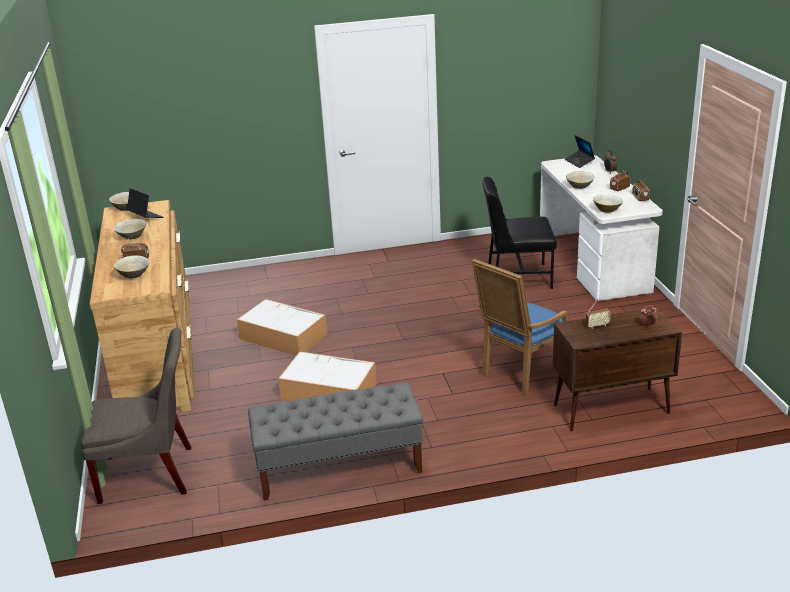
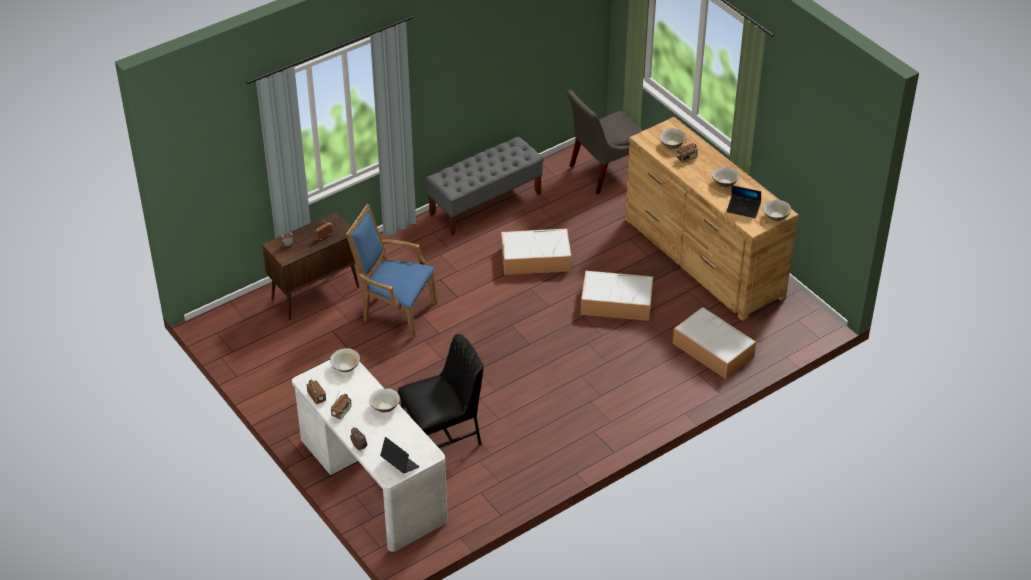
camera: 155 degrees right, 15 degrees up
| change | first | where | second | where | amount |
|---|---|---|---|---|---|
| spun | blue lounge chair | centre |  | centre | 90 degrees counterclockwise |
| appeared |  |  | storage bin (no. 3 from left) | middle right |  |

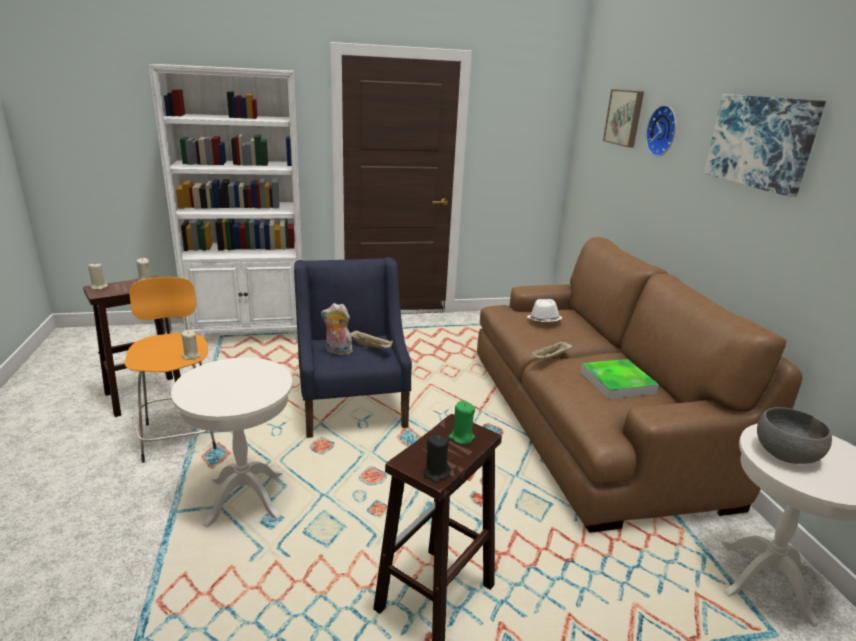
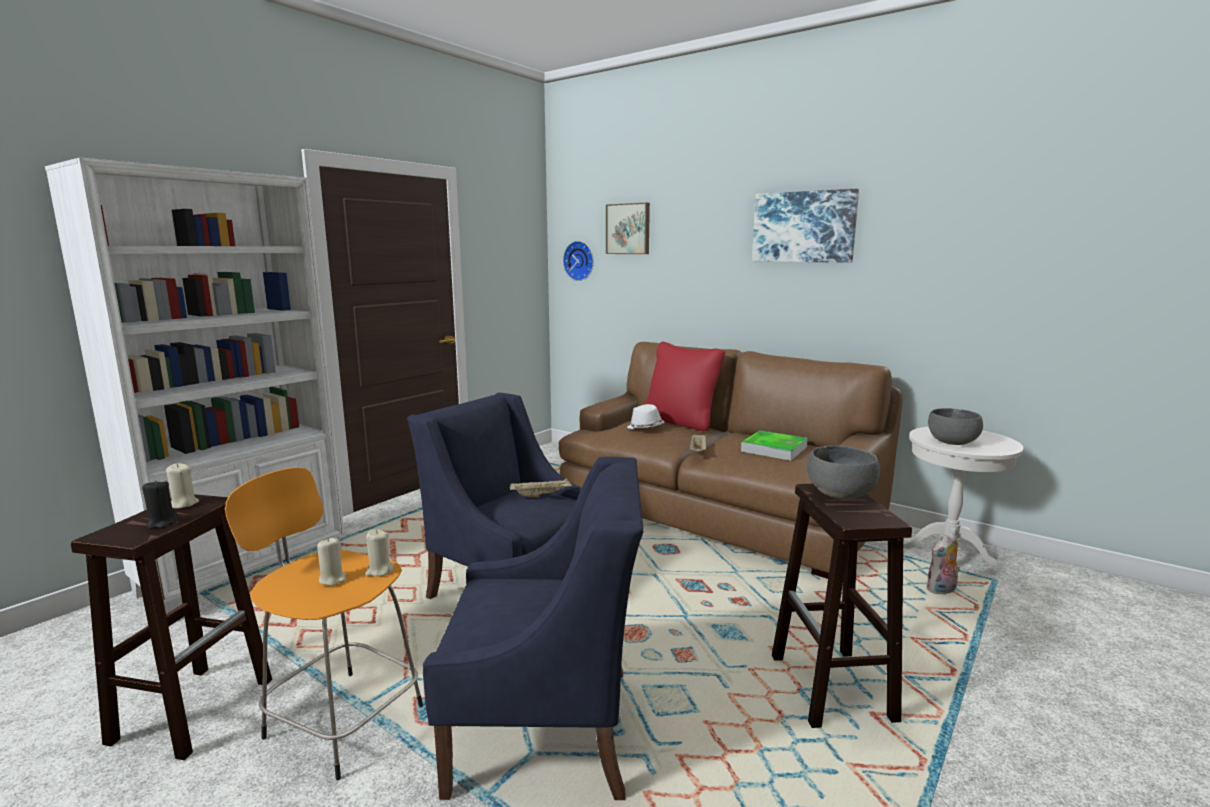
camera: 40 degrees left, 10 degrees down
| change | first | where | second | where | amount |
|---|---|---|---|---|---|
| relocated | clock on the wall | top right |  | top centre |  |
| relocated | beige wax light (no. 1 from left in the first image) | middle left | beige wax light (no. 2 from left) | bottom left |  |
| relocated | soft toy | centre |  | bottom right |  |
| exchanged | white-coloured end table (no. 1 from left) | bottom left | blue lounge chair (no. 2 from left) | bottom centre |  |
| exchanged | green-coloured wax light | centre | greyish serving bowl (no. 1 from left) | middle right |  |
| relocated | black-coloured wax light | bottom centre |  | middle left |  |
| appeared |  |  | reddish pillow | centre |  |

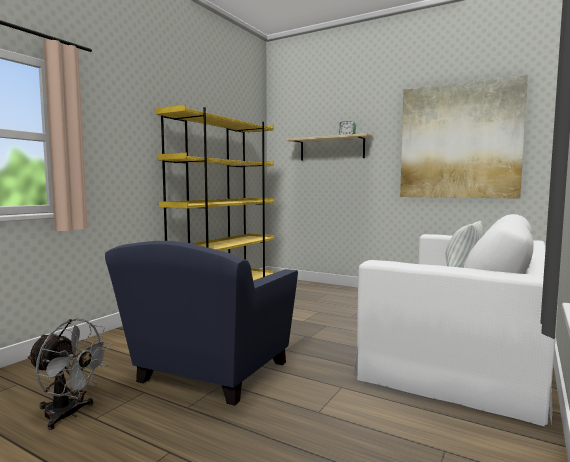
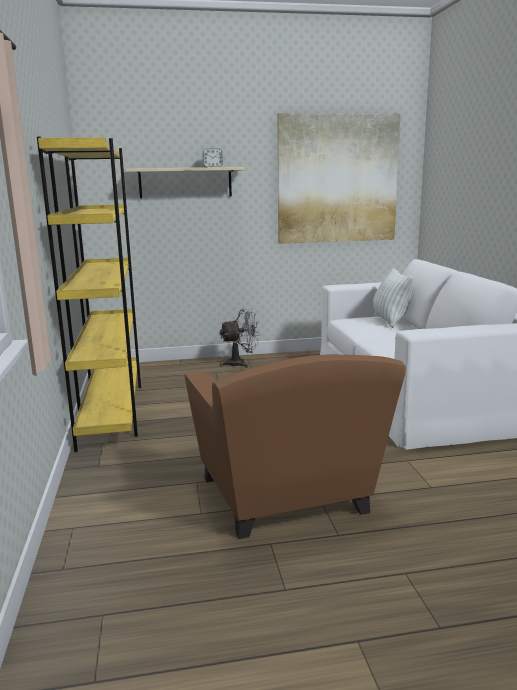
camera: 40 degrees left, 10 degrees up
| change | first | where | second | where | amount |
|---|---|---|---|---|---|
| colour | blue lounge chair | bottom centre | brownish lounge chair | centre |  |
| relocated | greyish electric fan | bottom left |  | centre |  |

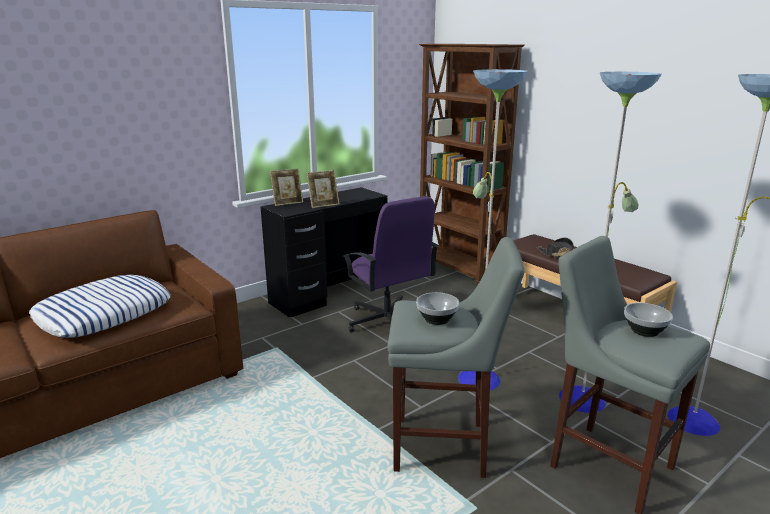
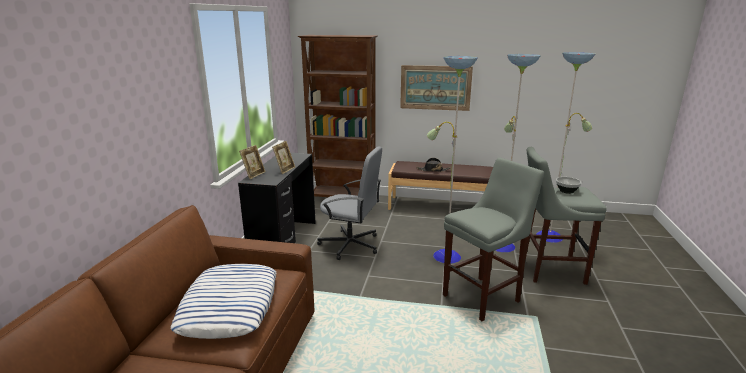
camera: 40 degrees left, 0 degrees up
| change | first | where | second | where | amount |
|---|---|---|---|---|---|
| colour | purplish computer chair | centre | greyish computer chair | centre |  |
| missing | serving bowl (no. 1 from left) | centre |  |  |  |
| appeared |  |  | wall art | top centre |  |

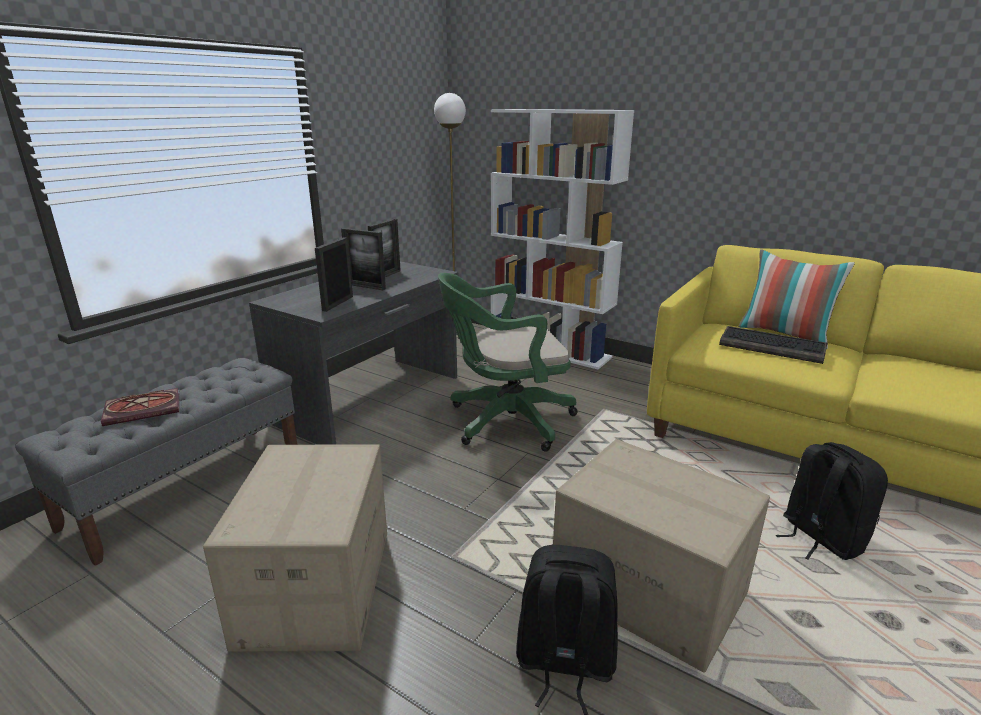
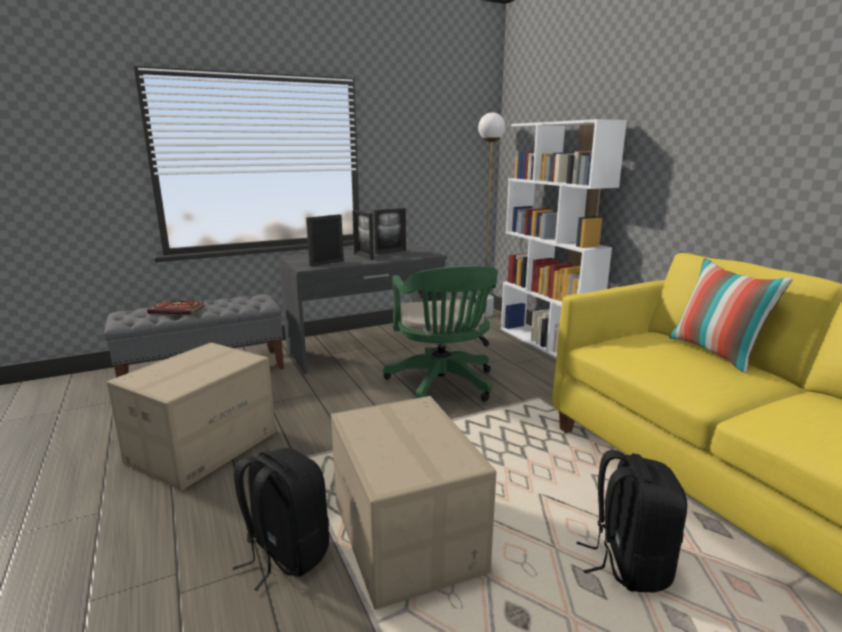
camera: 30 degrees right, 5 degrees down
| change | first | where | second | where | amount |
|---|---|---|---|---|---|
| spun | green-coloured computer chair | centre |  | centre | 120 degrees counterclockwise |
| missing | computer keyboard | middle right |  |  |  |

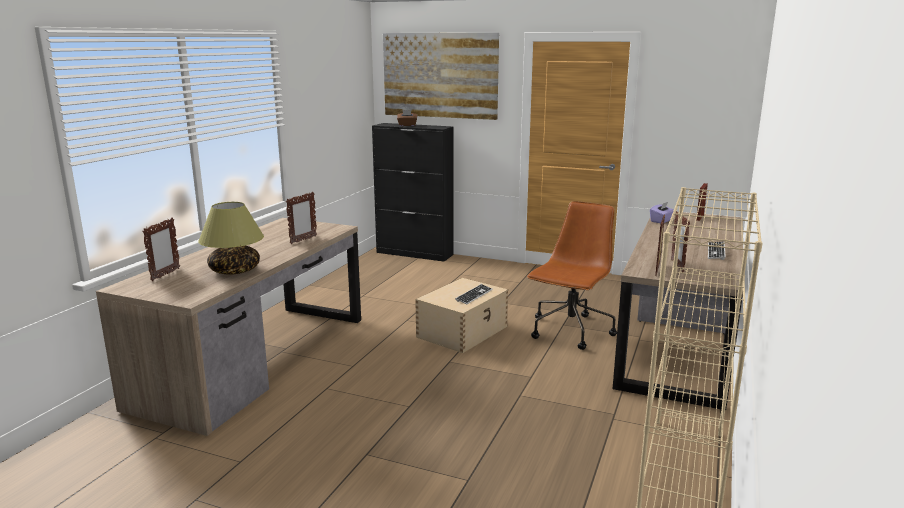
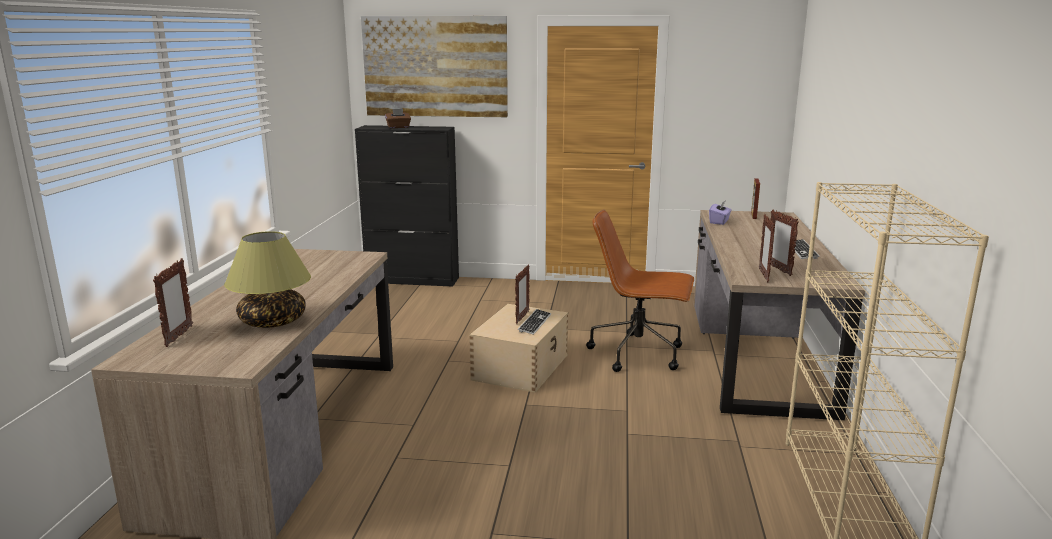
camera: 15 degrees left, 0 degrees up
| change | first | where | second | where | amount |
|---|---|---|---|---|---|
| relocated | standing frame (no. 2 from left) | middle left |  | centre |  |
| spun | brownish computer chair | centre |  | centre | 90 degrees counterclockwise |

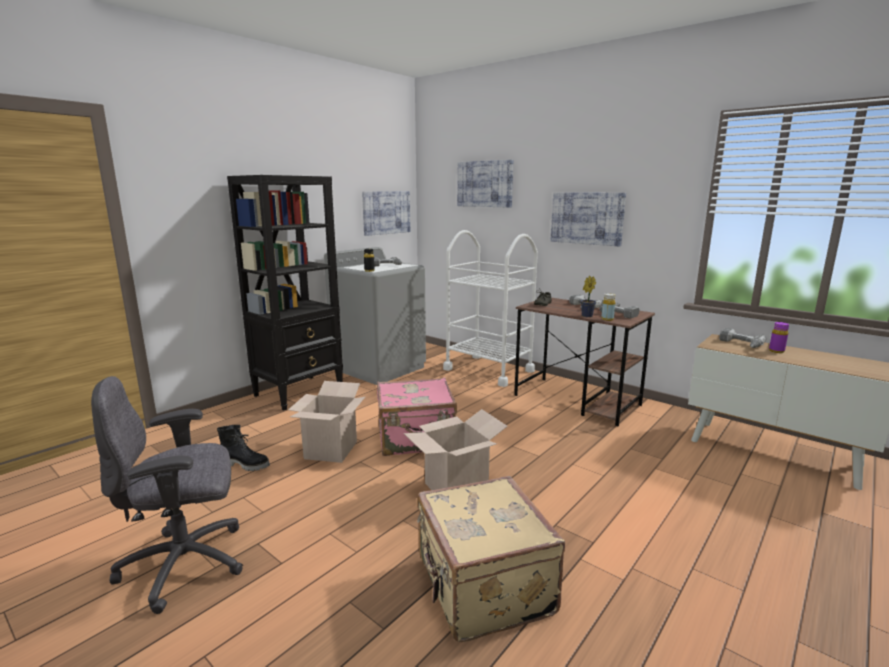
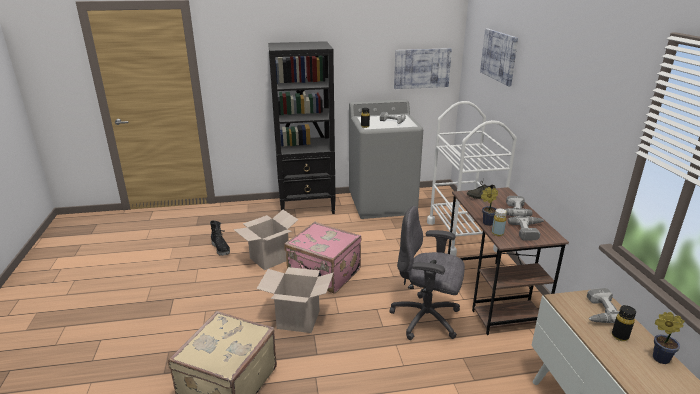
camera: 40 degrees right, 10 degrees up
| change | first | where | second | where | amount |
|---|---|---|---|---|---|
| missing | wall art (no. 3 from left) | top centre |  |  |  |
| colour | purplish bottle | middle right | black-coloured bottle (no. 2 from left) | bottom right |  |
| relocated | greyish computer chair | bottom left |  | bottom centre |  |
| appeared |  |  | houseplant (no. 2 from left) | bottom right |  |

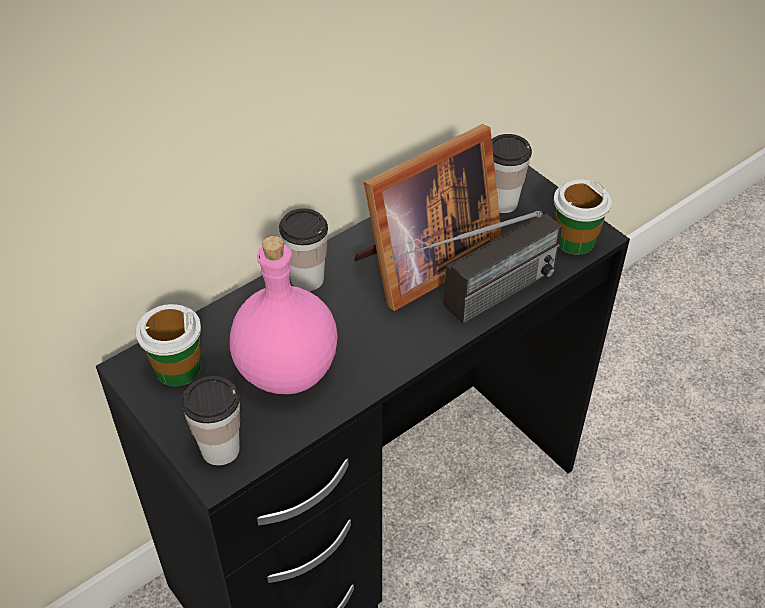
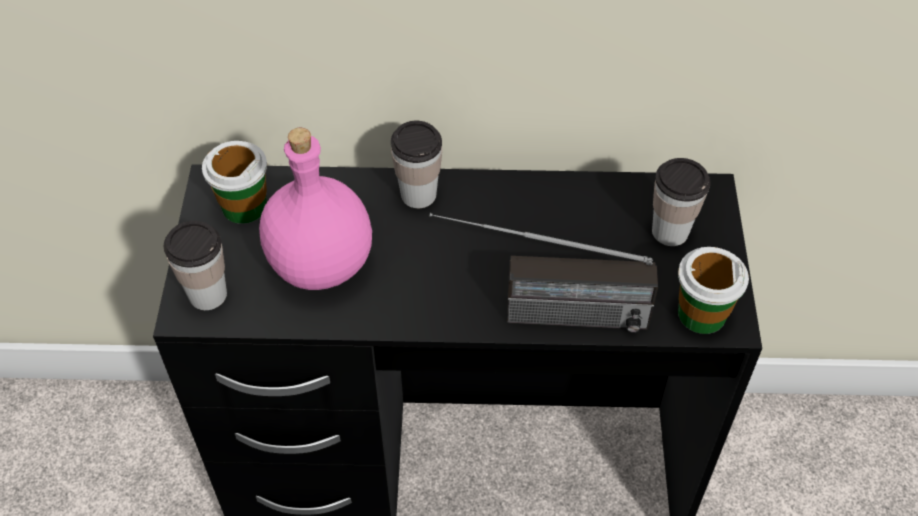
camera: 40 degrees right, 5 degrees up
| change | first | where | second | where | amount |
|---|---|---|---|---|---|
| missing | standing frame | centre |  |  |  |

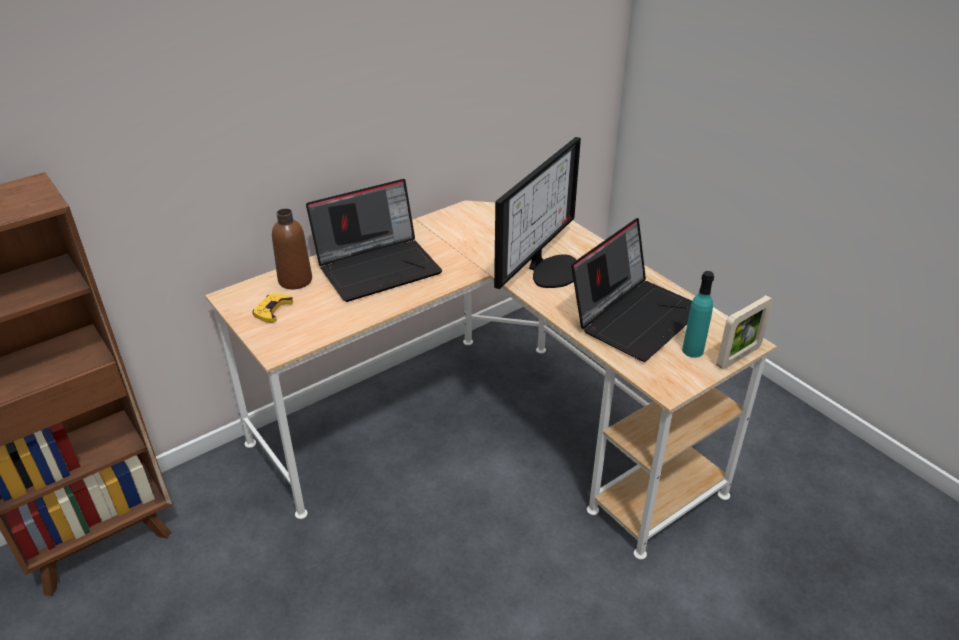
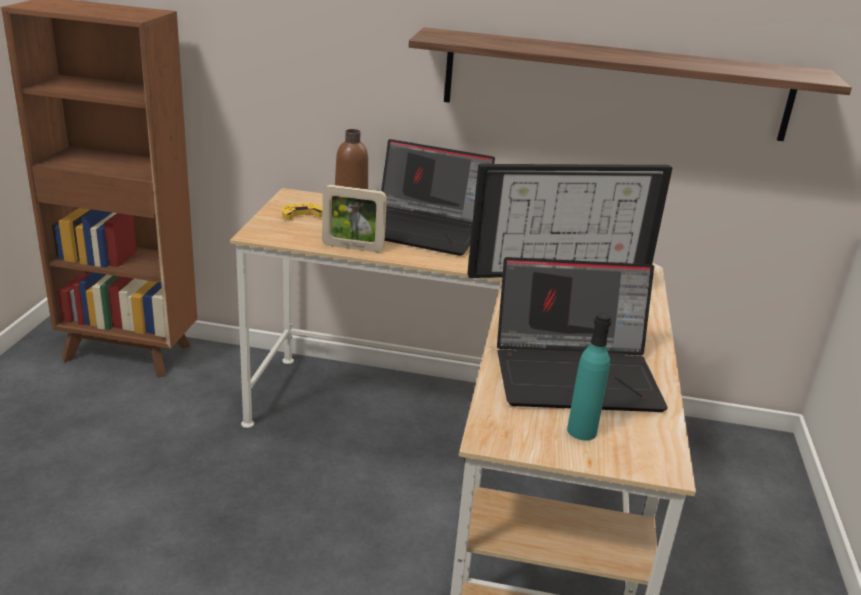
camera: 45 degrees right, 10 degrees down
| change | first | where | second | where | amount |
|---|---|---|---|---|---|
| relocated | standing frame | middle right |  | centre |  |
| appeared |  |  | shelf | top right |  |

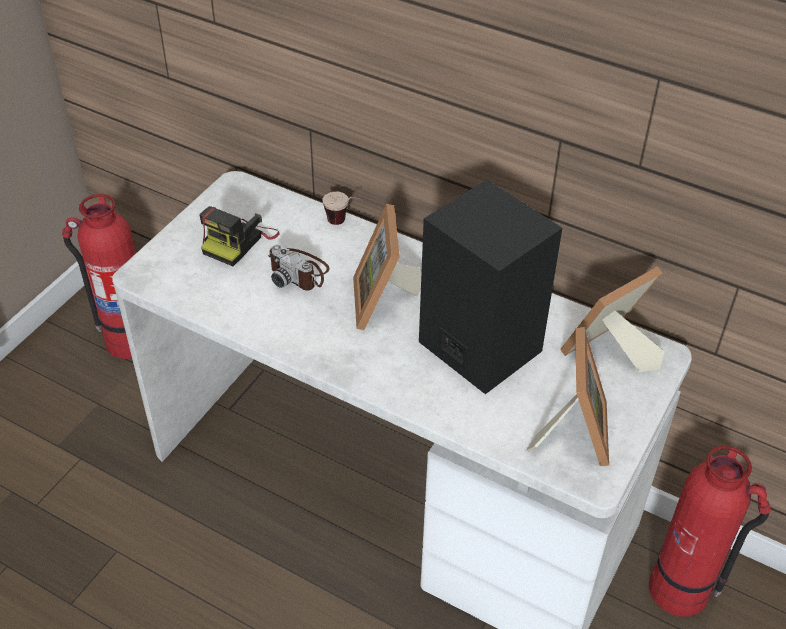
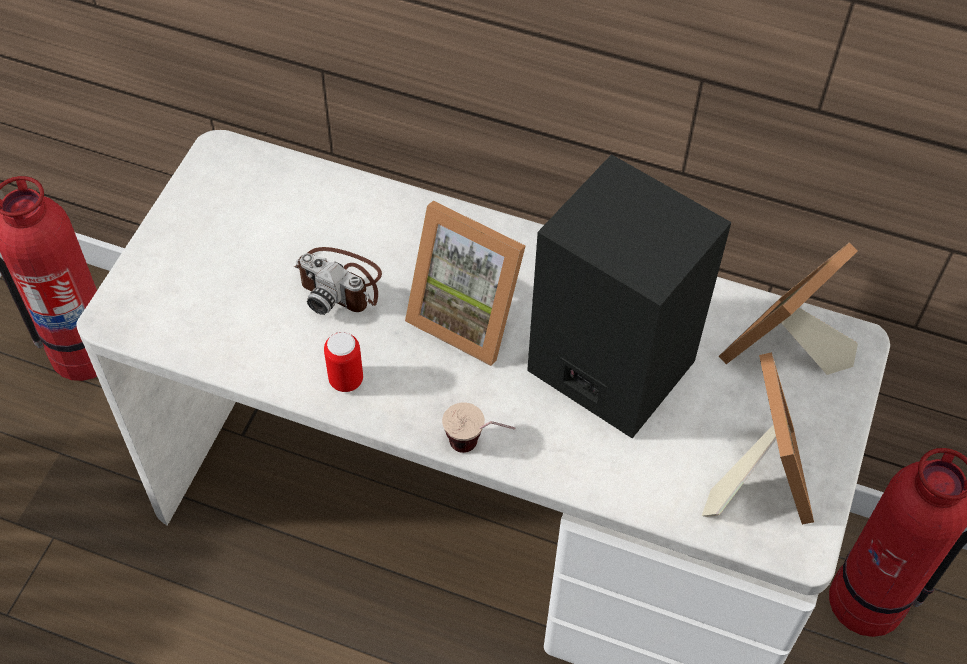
camera: 10 degrees left, 10 degrees up
| change | first | where | second | where | amount |
|---|---|---|---|---|---|
| relocated | cup | top centre |  | centre |  |
| spun | standing frame (no. 1 from left) | centre |  | centre | 45 degrees counterclockwise |
| missing | photo camera (no. 1 from left) | middle left |  |  |  |
| appeared |  |  | sealed can | centre |  |

